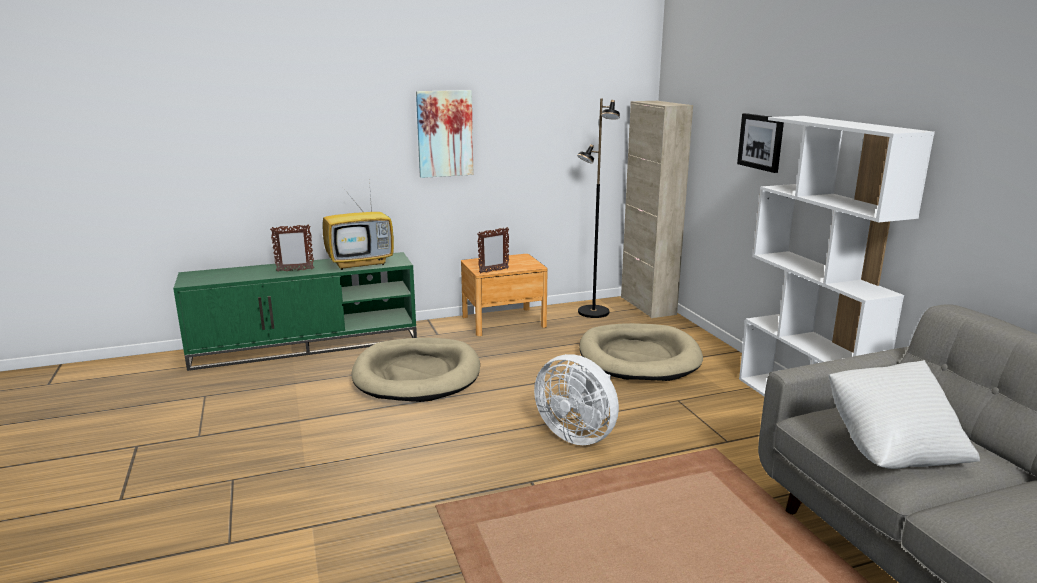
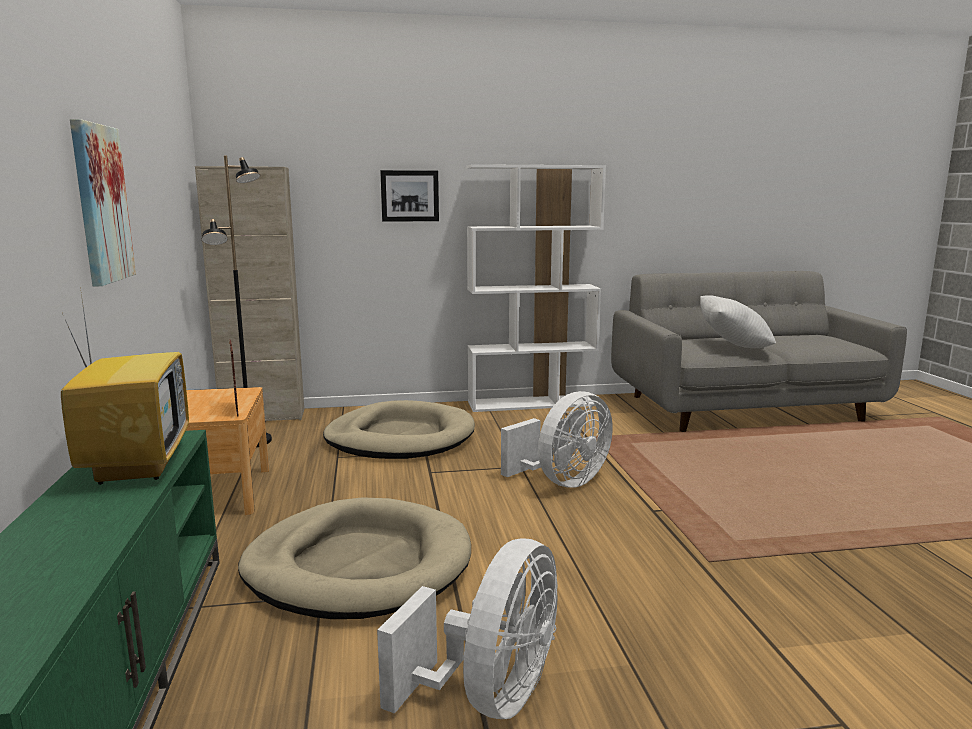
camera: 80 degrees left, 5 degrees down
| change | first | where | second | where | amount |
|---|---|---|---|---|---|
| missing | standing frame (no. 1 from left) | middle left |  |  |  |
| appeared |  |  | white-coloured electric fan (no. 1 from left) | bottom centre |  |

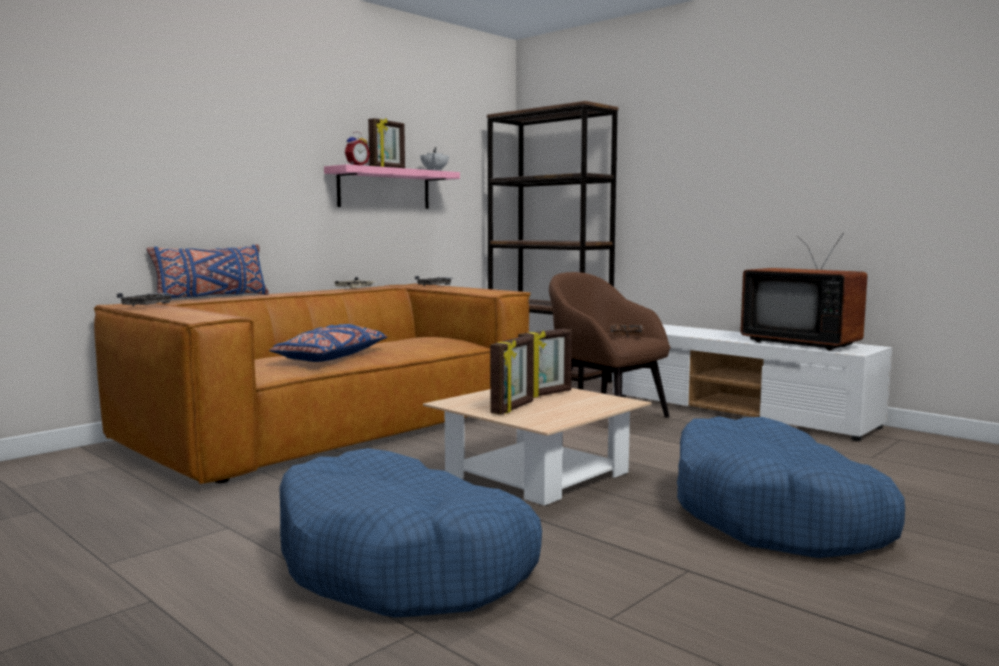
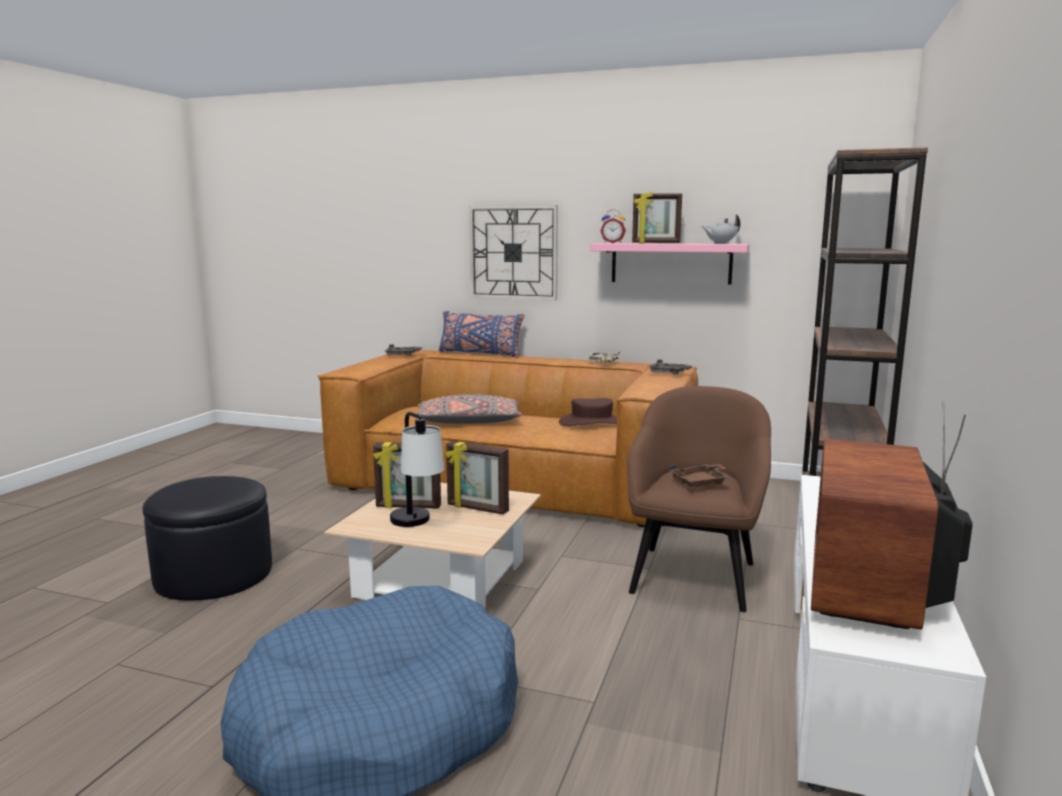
camera: 65 degrees right, 5 degrees up
| change | first | where | second | where | amount |
|---|---|---|---|---|---|
| colour | blue pillow (no. 2 from left) | middle left | greyish pillow | centre |  |
| exchanged | blue pet bed (no. 1 from left) | bottom centre | black-coloured pouffe | bottom left |  |
| appeared |  |  | clock on the wall | top centre |  |
| appeared |  |  | brownish hat | centre |  |
| appeared |  |  | tabletop lamp | centre |  |

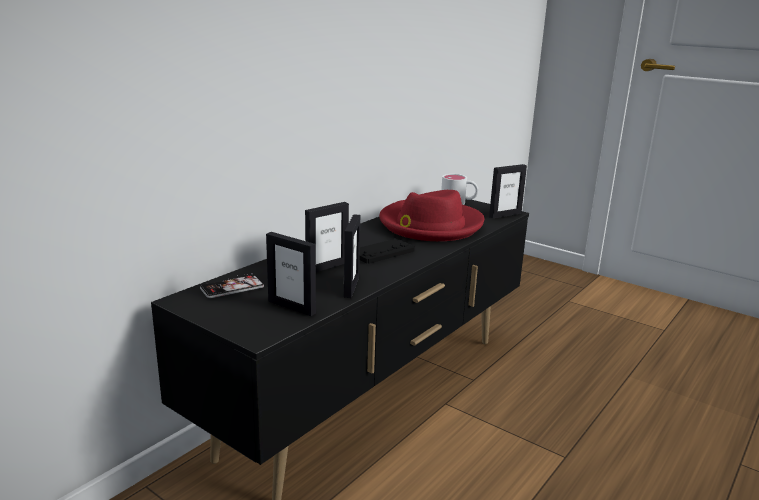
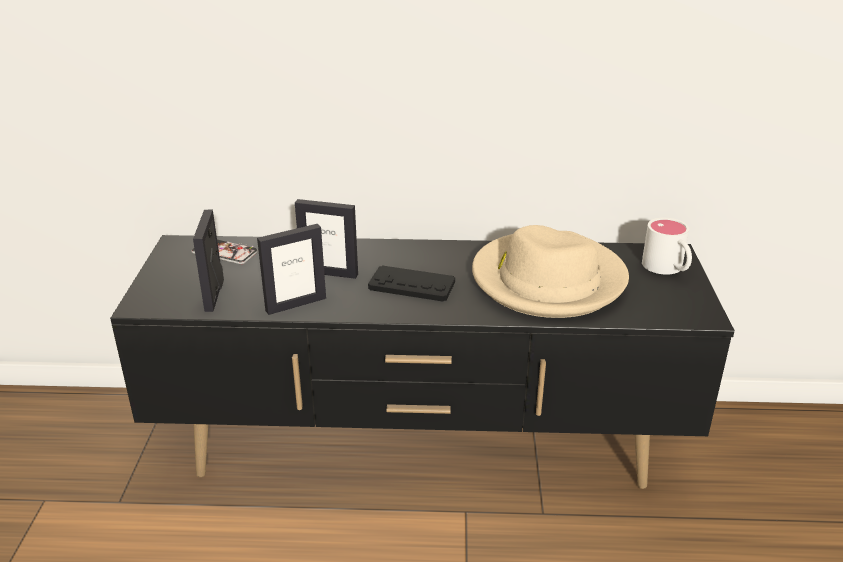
camera: 55 degrees right, 10 degrees up
| change | first | where | second | where | amount |
|---|---|---|---|---|---|
| missing | standing frame (no. 4 from left) | middle right |  |  |  |
| colour | reddish hat | centre | beige hat | centre |  |

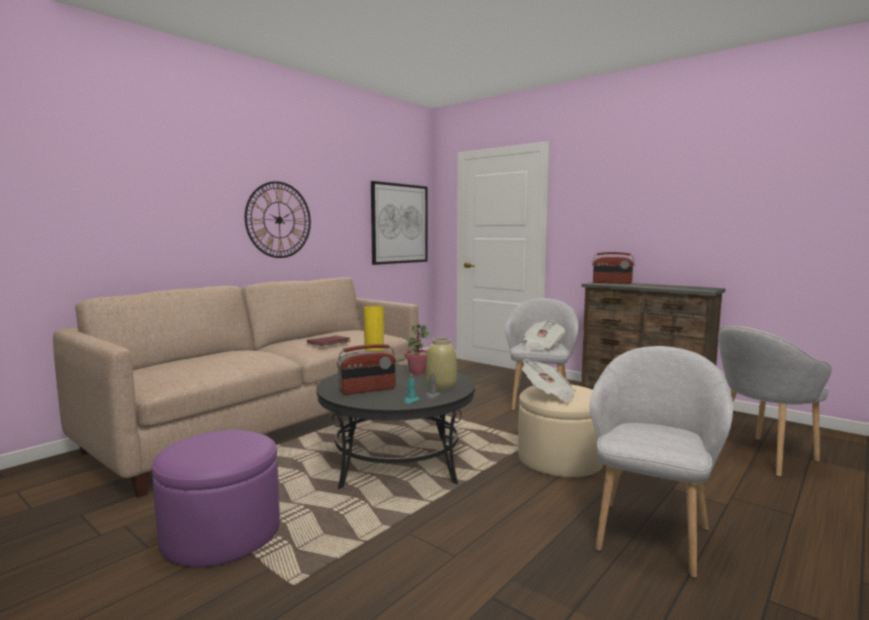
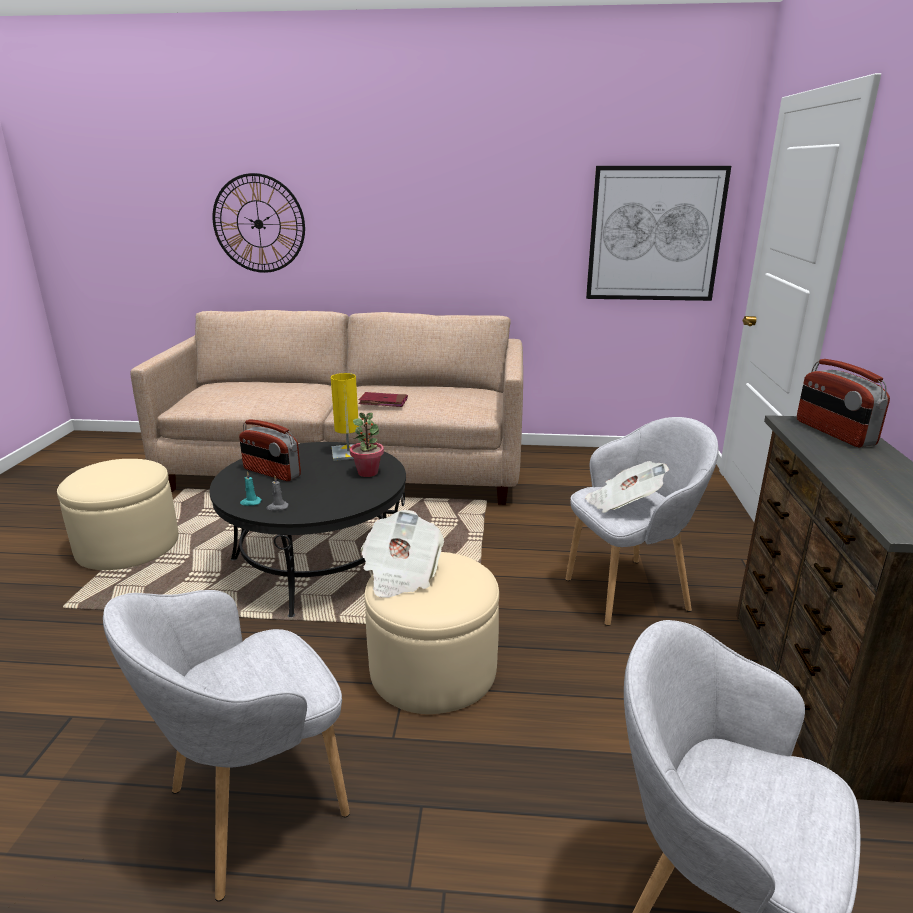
camera: 55 degrees right, 15 degrees up
| change | first | where | second | where | amount |
|---|---|---|---|---|---|
| relocated | clock on the wall | middle left |  | top left |  |
| missing | beige decorative vase | centre |  |  |  |
| spun | greyish lounge chair (no. 2 from left in the first image) | bottom right | greyish lounge chair (no. 1 from left) | bottom left | 150 degrees clockwise |
| colour | purplish pouffe | bottom left | beige pouffe (no. 1 from left) | middle left |  |

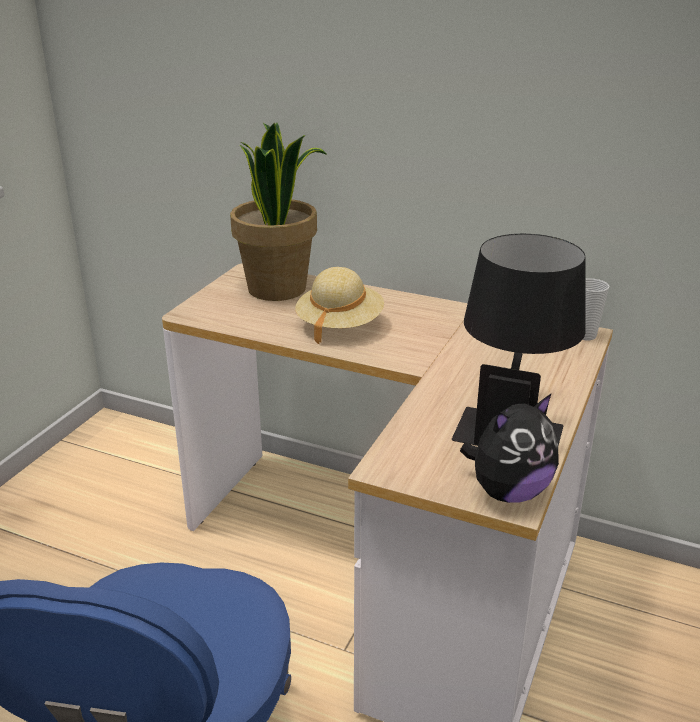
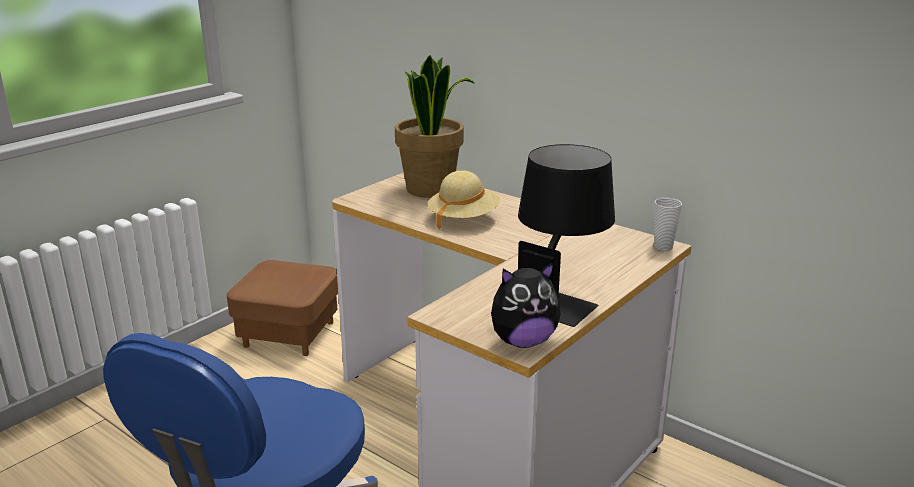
camera: 15 degrees right, 5 degrees down
| change | first | where | second | where | amount |
|---|---|---|---|---|---|
| appeared |  |  | brownish pouffe | middle left |  |

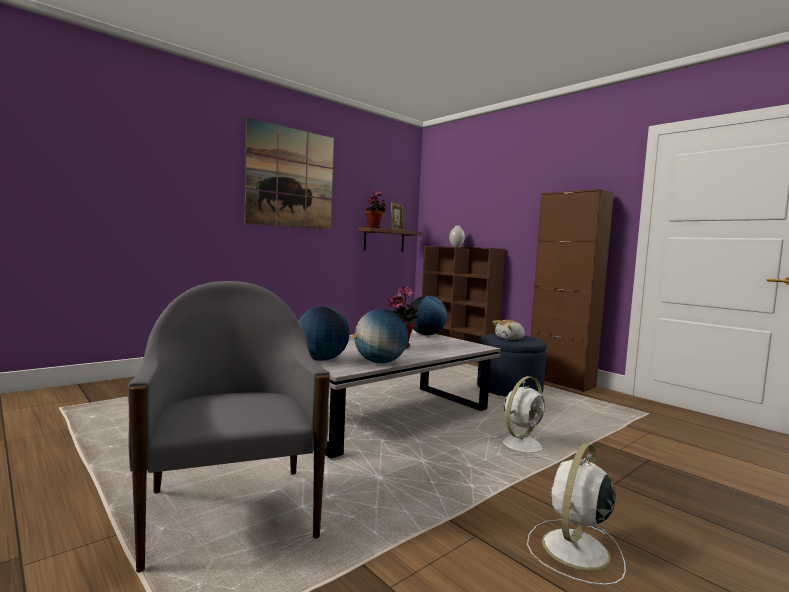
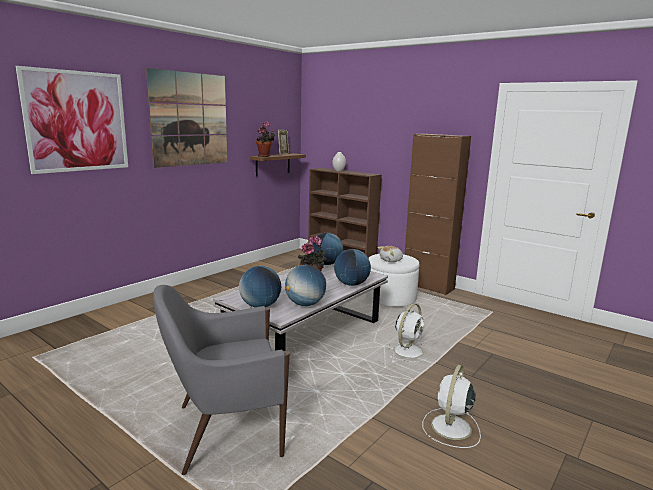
camera: 10 degrees left, 10 degrees up
| change | first | where | second | where | amount |
|---|---|---|---|---|---|
| spun | greyish lounge chair | bottom left |  | bottom centre | 75 degrees counterclockwise |
| colour | blue pouffe | centre | white-coloured pouffe | centre |  |
| appeared |  |  | wall art (no. 1 from left) | top left |  |
| appeared |  |  | globe (no. 4 from left) | centre |  |

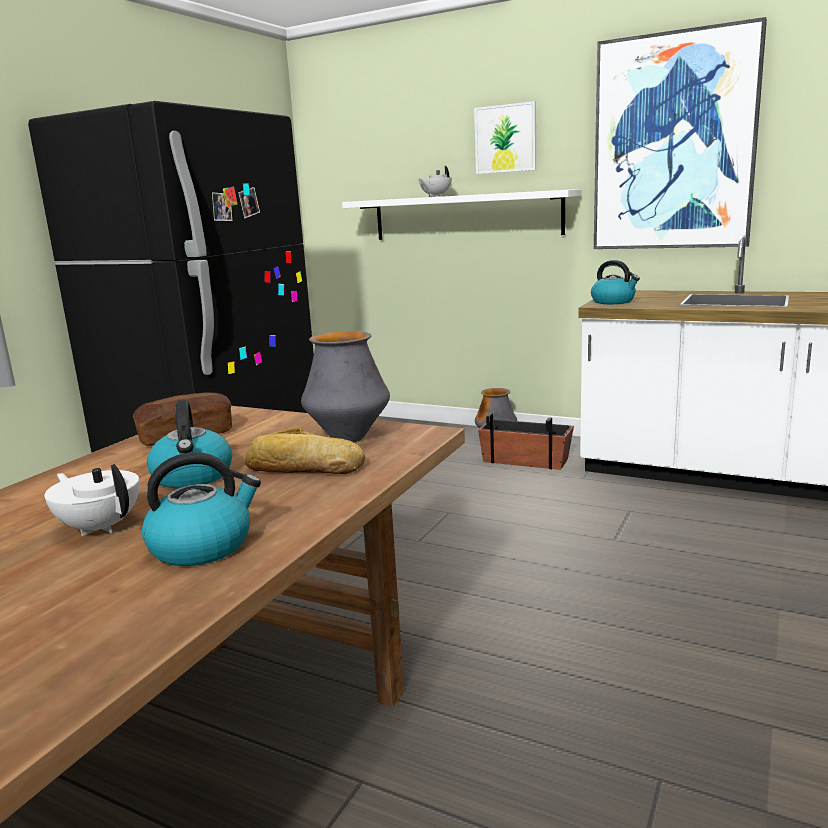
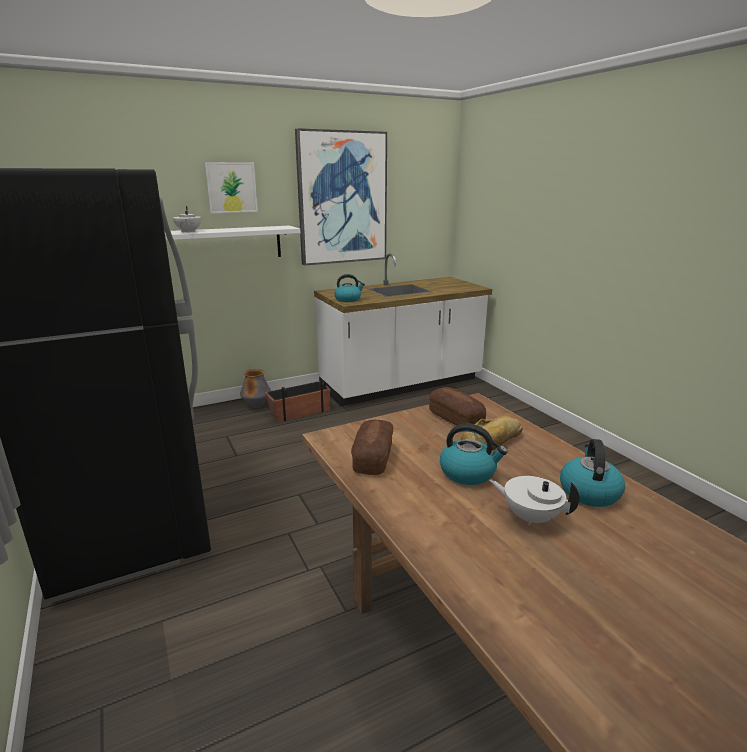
camera: 55 degrees left, 5 degrees up
| change | first | where | second | where | amount |
|---|---|---|---|---|---|
| exchanged | decorative vase (no. 1 from left) | centre | bakery bread (no. 2 from left) | centre |  |
| spun | white-coloured teapot (no. 1 from left in the first image) | middle left | white-coloured teapot (no. 2 from left) | middle right | 45 degrees clockwise |

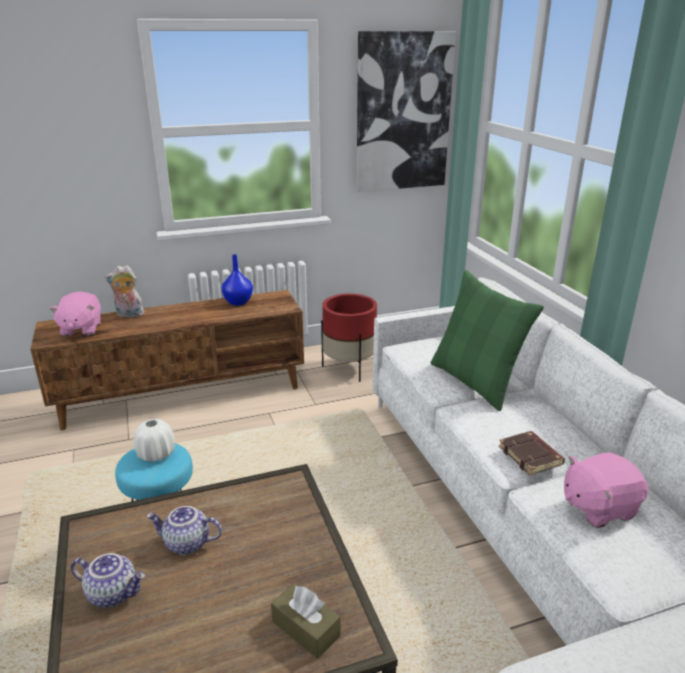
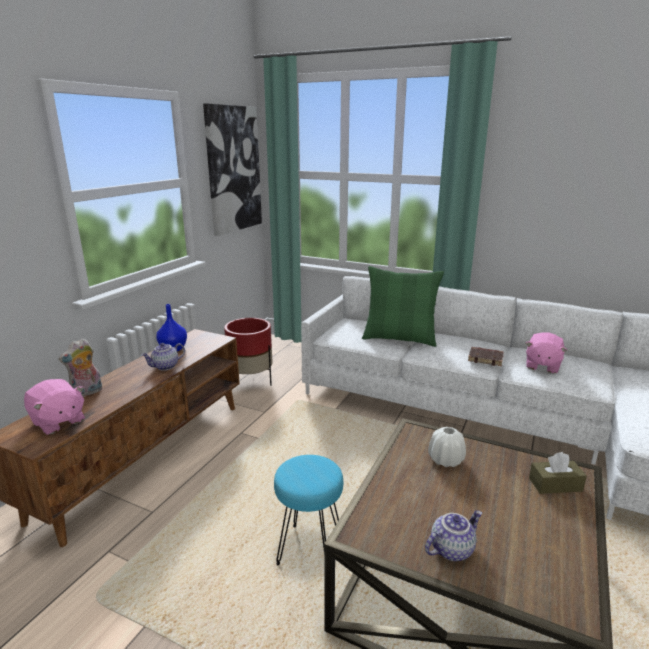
camera: 45 degrees left, 5 degrees down
| change | first | where | second | where | amount |
|---|---|---|---|---|---|
| relocated | white-coloured decorative vase | middle left |  | bottom right |  |
| relocated | teapot (no. 2 from left in the first image) | bottom left | teapot (no. 1 from left) | middle left |  |

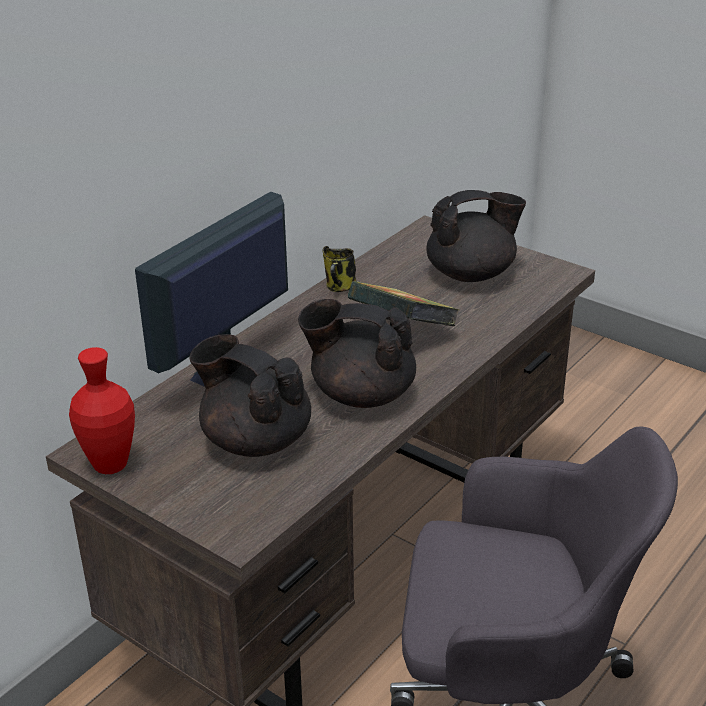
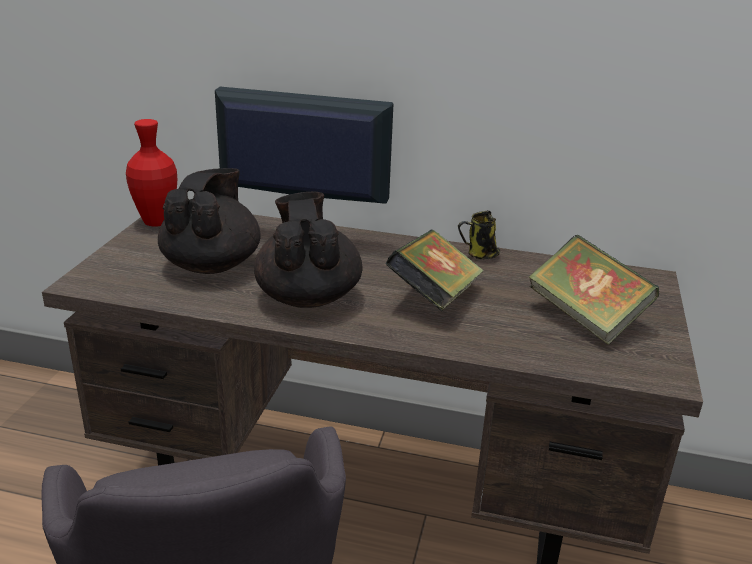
camera: 65 degrees right, 5 degrees down
| change | first | where | second | where | amount |
|---|---|---|---|---|---|
| exchanged | black-coloured teapot (no. 3 from left) | middle right | bound book (no. 2 from left) | middle right |  |

